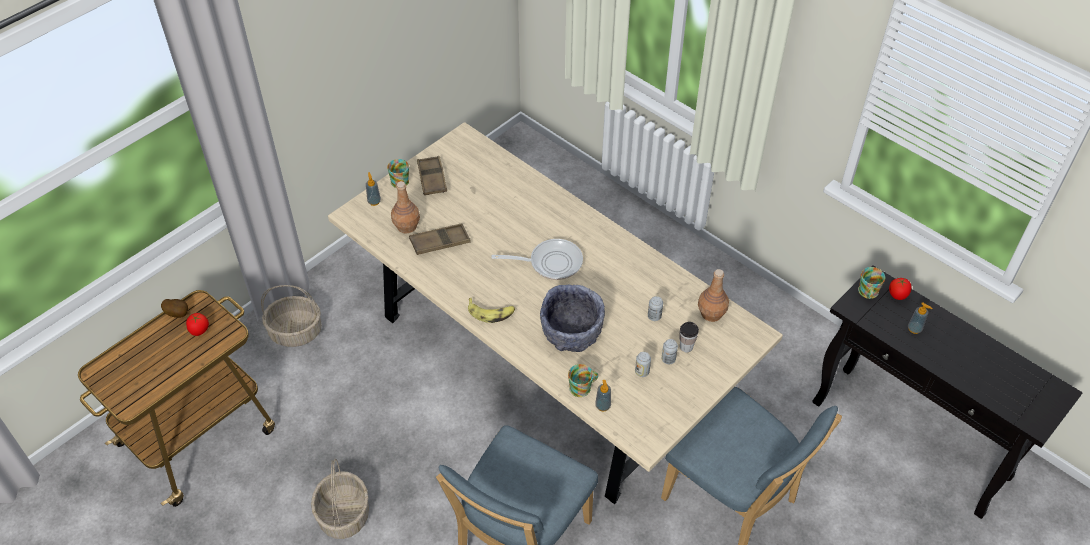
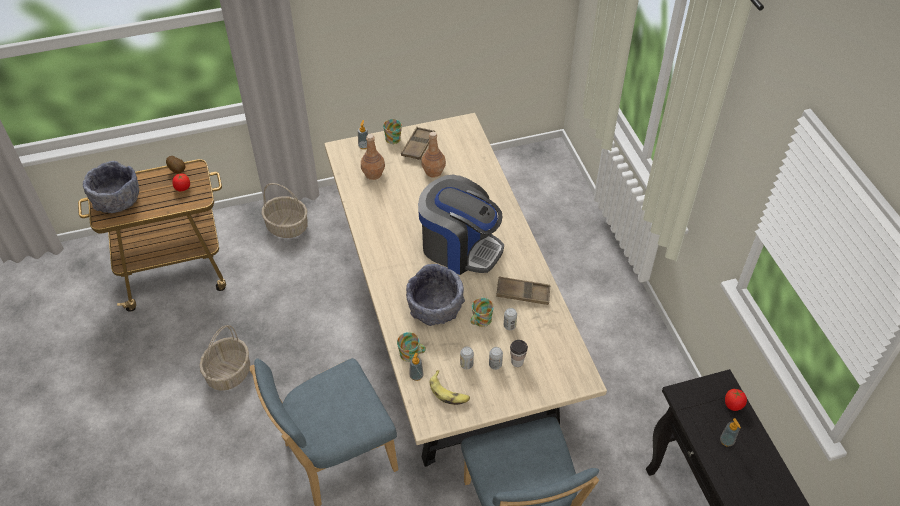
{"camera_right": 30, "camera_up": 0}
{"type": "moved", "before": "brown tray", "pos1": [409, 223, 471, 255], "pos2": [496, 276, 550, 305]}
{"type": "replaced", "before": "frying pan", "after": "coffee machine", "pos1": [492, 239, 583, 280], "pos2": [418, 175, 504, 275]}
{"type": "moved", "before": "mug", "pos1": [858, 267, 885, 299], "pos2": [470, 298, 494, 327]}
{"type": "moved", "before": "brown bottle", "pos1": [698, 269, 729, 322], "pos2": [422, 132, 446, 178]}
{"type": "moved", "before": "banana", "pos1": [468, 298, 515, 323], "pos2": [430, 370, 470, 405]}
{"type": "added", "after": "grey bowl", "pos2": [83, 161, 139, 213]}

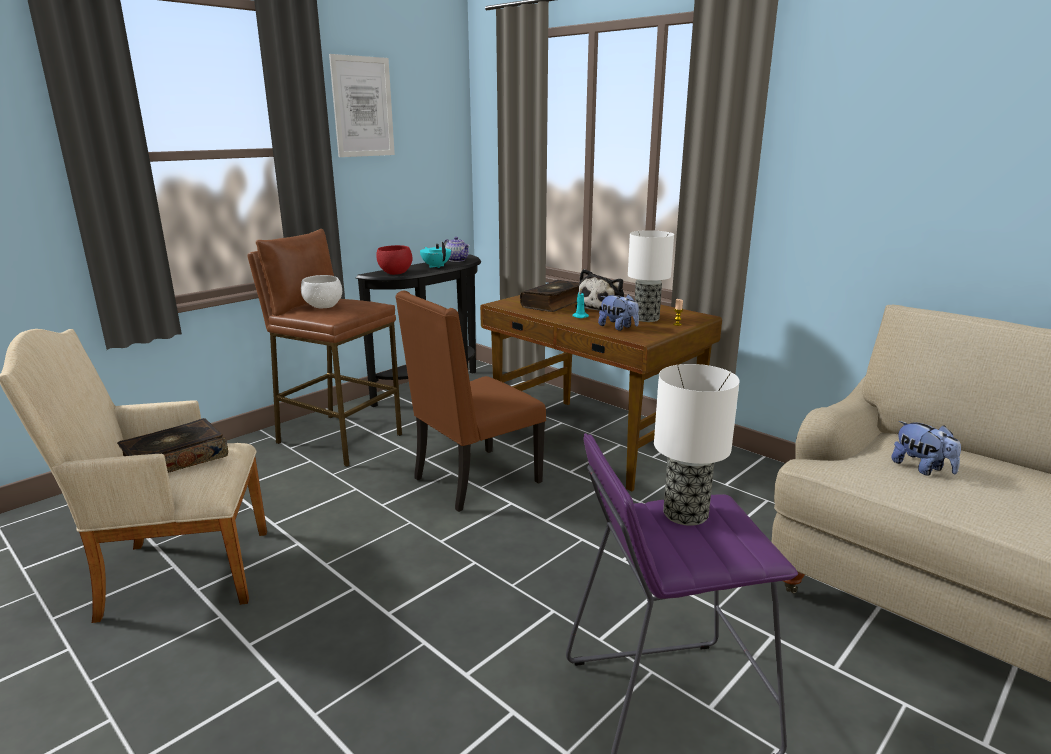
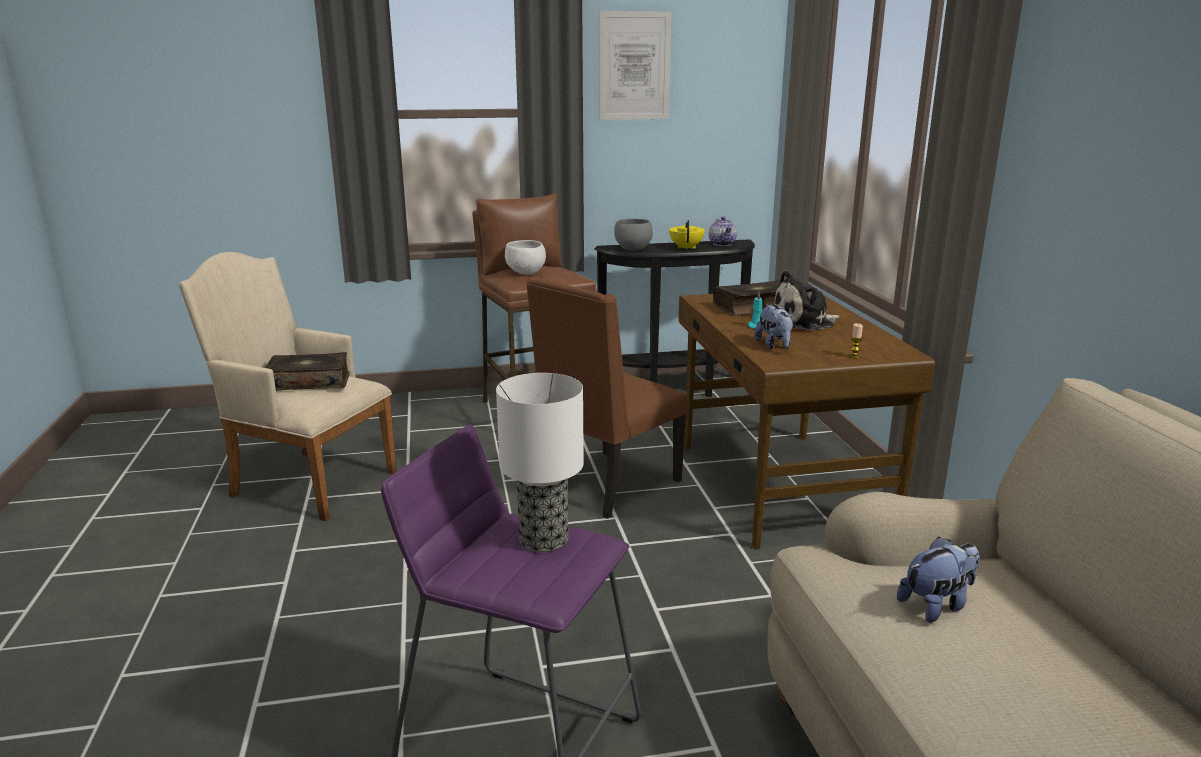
{"camera_right": 35, "camera_up": 0}
{"type": "removed", "before": "table lamp", "pos1": [628, 230, 674, 322]}
{"type": "recoloured", "before": "turquoise teapot", "after": "yellow teapot", "pos1": [420, 242, 451, 268], "pos2": [669, 220, 705, 250]}
{"type": "recoloured", "before": "red bowl", "after": "grey bowl", "pos1": [376, 245, 412, 275], "pos2": [614, 219, 653, 251]}
{"type": "turned", "before": "brown chair", "pos1": [395, 291, 546, 512], "pos2": [526, 277, 688, 519], "turn": -45}
{"type": "turned", "before": "plush toy", "pos1": [891, 421, 961, 476], "pos2": [897, 537, 980, 623], "turn": -120}

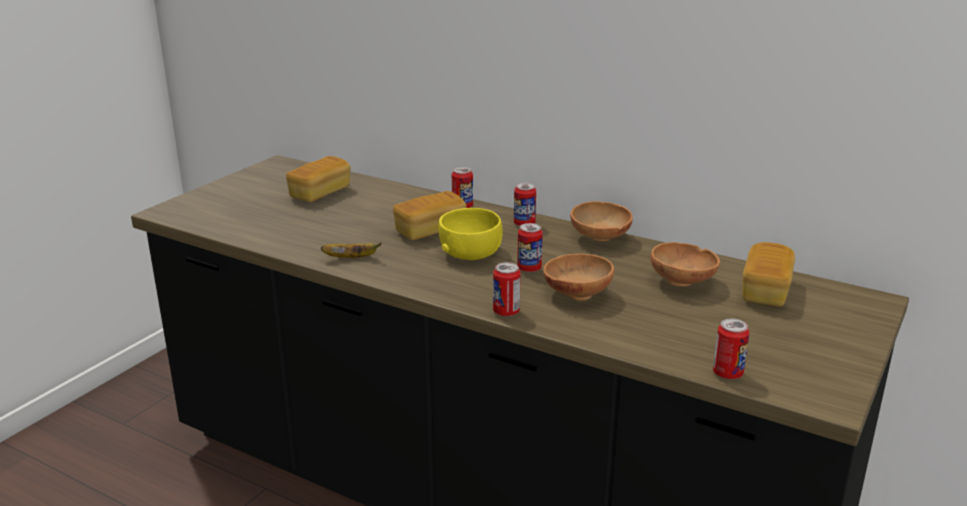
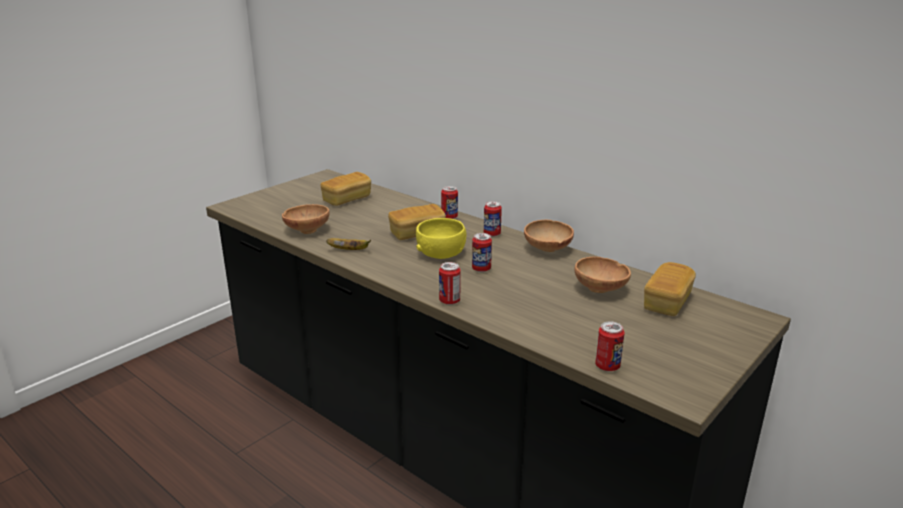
{"camera_right": 10, "camera_up": 0}
{"type": "moved", "before": "brown bowl", "pos1": [543, 254, 614, 301], "pos2": [282, 204, 330, 234]}

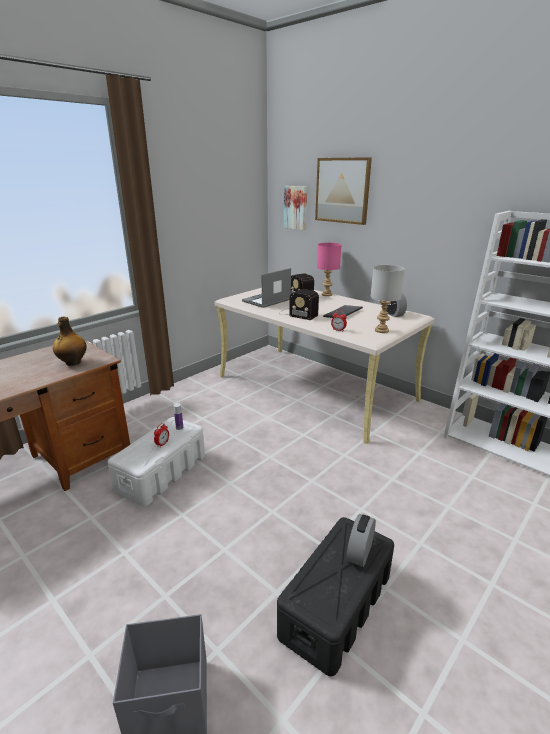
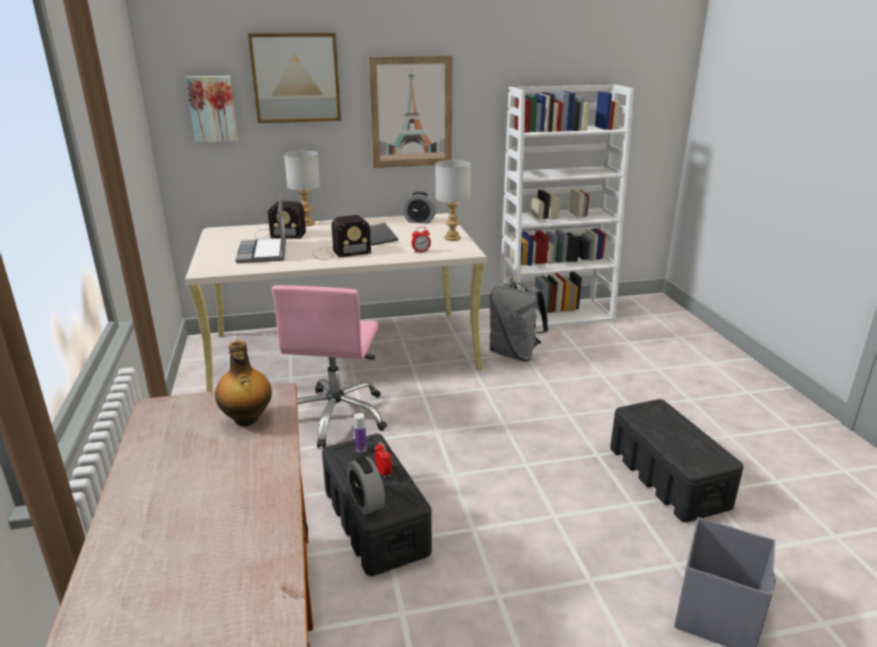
{"camera_right": -55, "camera_up": 0}
{"type": "recoloured", "before": "pink table lamp", "after": "grey table lamp", "pos1": [317, 243, 341, 296], "pos2": [284, 151, 320, 226]}
{"type": "recoloured", "before": "white storage box", "after": "black storage box", "pos1": [108, 417, 205, 506], "pos2": [322, 434, 432, 576]}
{"type": "moved", "before": "alarm clock", "pos1": [347, 514, 376, 567], "pos2": [347, 457, 385, 515]}
{"type": "added", "after": "picture", "pos2": [369, 56, 453, 168]}
{"type": "added", "after": "grey backpack", "pos2": [490, 282, 549, 361]}
{"type": "added", "after": "pink office chair", "pos2": [272, 285, 387, 448]}

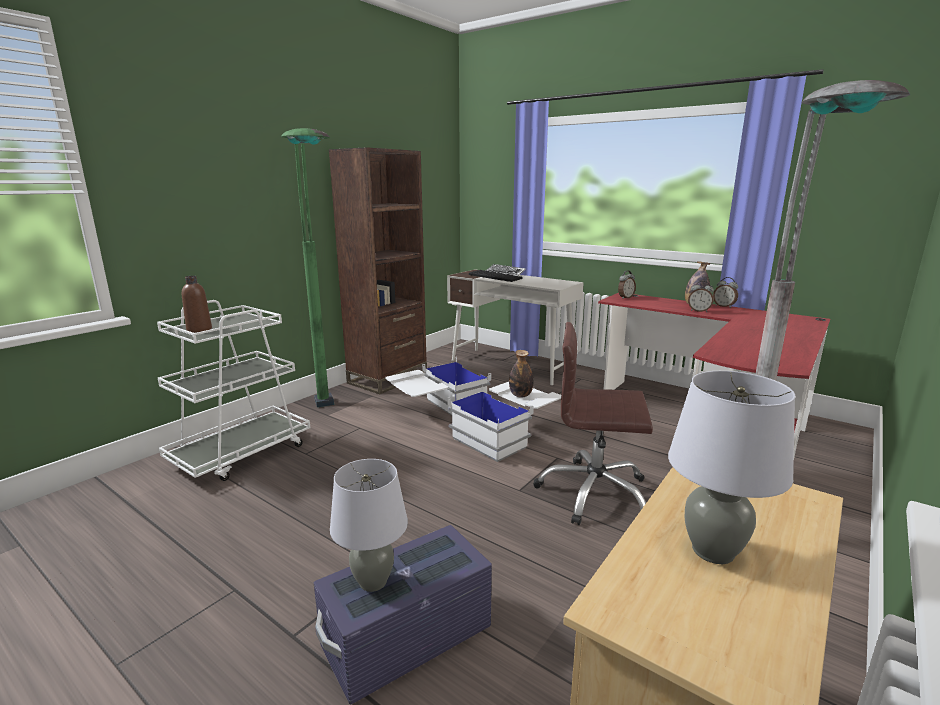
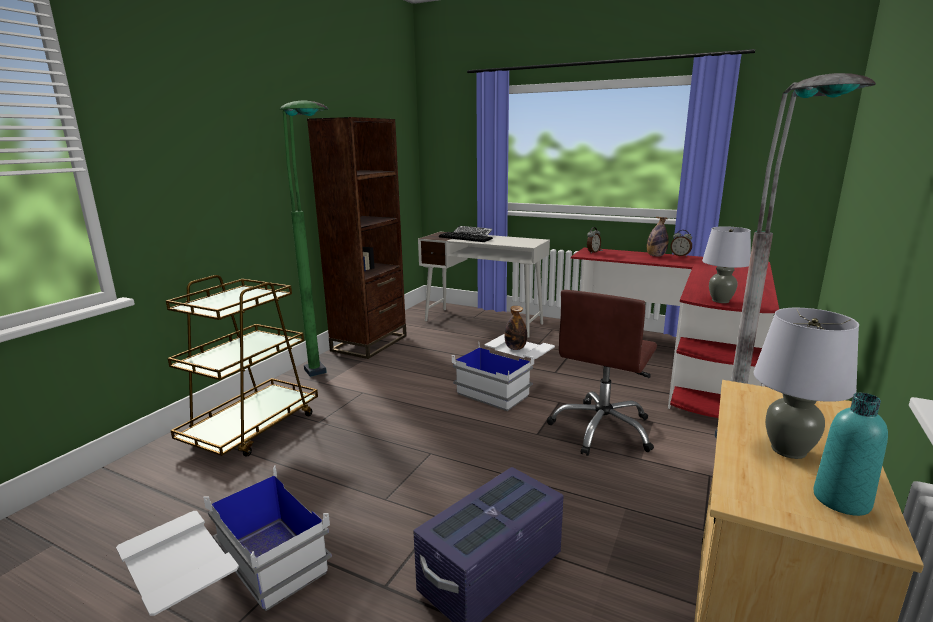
{"camera_right": -10, "camera_up": 0}
{"type": "removed", "before": "brown bottle", "pos1": [182, 276, 212, 333]}
{"type": "removed", "before": "alarm clock", "pos1": [688, 281, 714, 312]}
{"type": "recoloured", "before": "white cart", "after": "brown cart", "pos1": [157, 300, 310, 481], "pos2": [166, 275, 318, 457]}
{"type": "turned", "before": "brown office chair", "pos1": [533, 322, 653, 525], "pos2": [547, 290, 657, 456], "turn": -60}
{"type": "moved", "before": "white storage box", "pos1": [385, 357, 491, 415], "pos2": [116, 465, 332, 616]}
{"type": "moved", "before": "grey table lamp", "pos1": [330, 459, 408, 592], "pos2": [702, 226, 751, 303]}
{"type": "added", "after": "turquoise bottle", "pos2": [813, 393, 888, 516]}

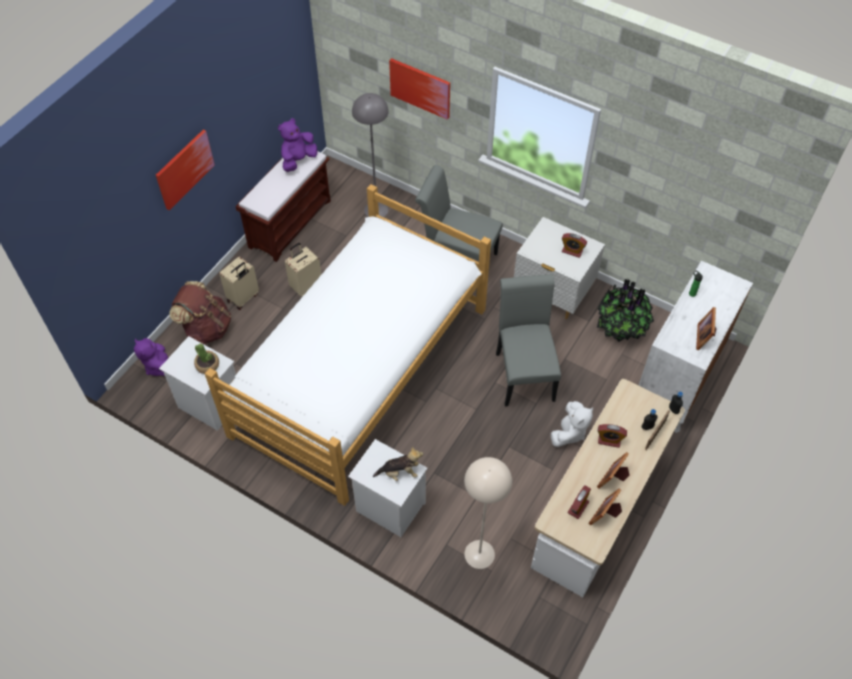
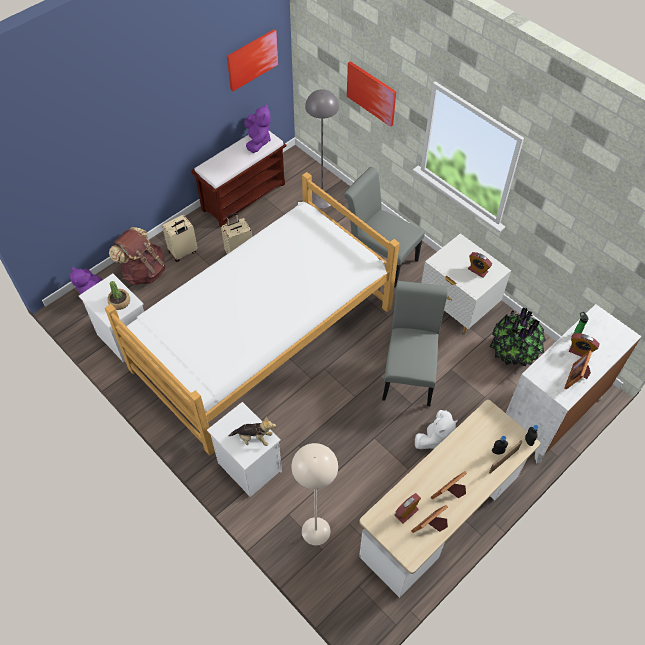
{"camera_right": 15, "camera_up": 0}
{"type": "turned", "before": "purple plush toy", "pos1": [278, 118, 318, 172], "pos2": [244, 104, 271, 153], "turn": 120}
{"type": "moved", "before": "picture", "pos1": [156, 130, 215, 210], "pos2": [227, 29, 278, 92]}
{"type": "moved", "before": "alarm clock", "pos1": [598, 424, 627, 448], "pos2": [569, 333, 599, 357]}

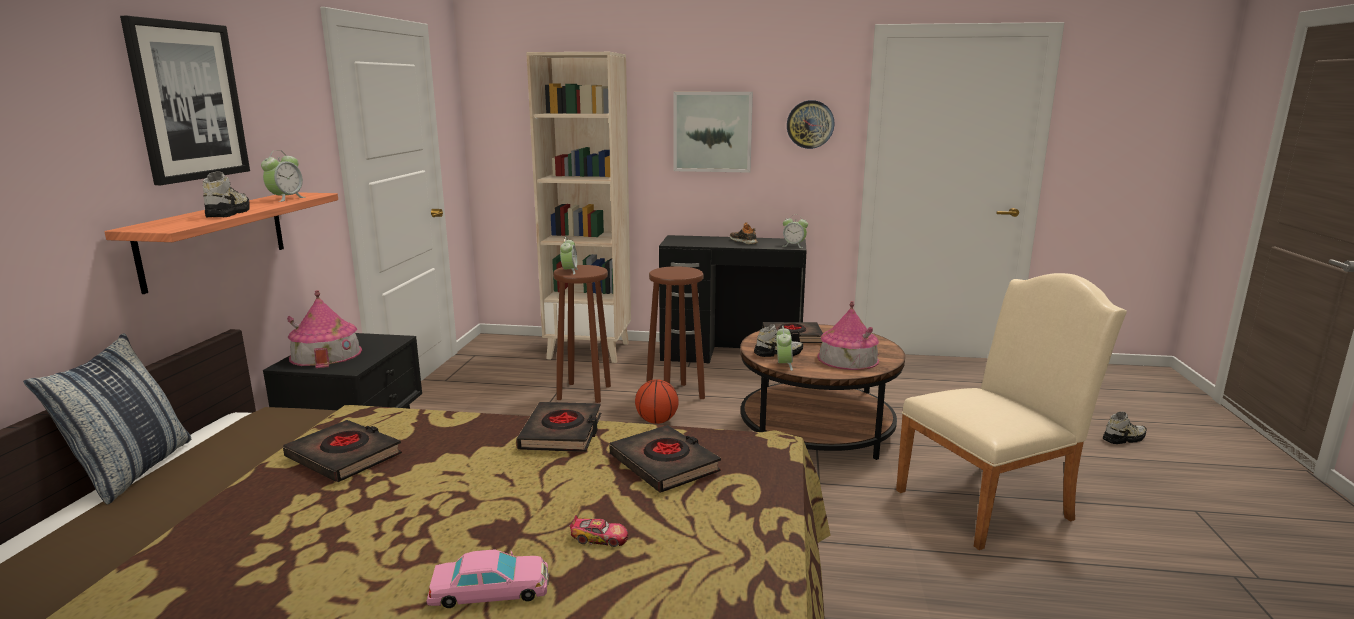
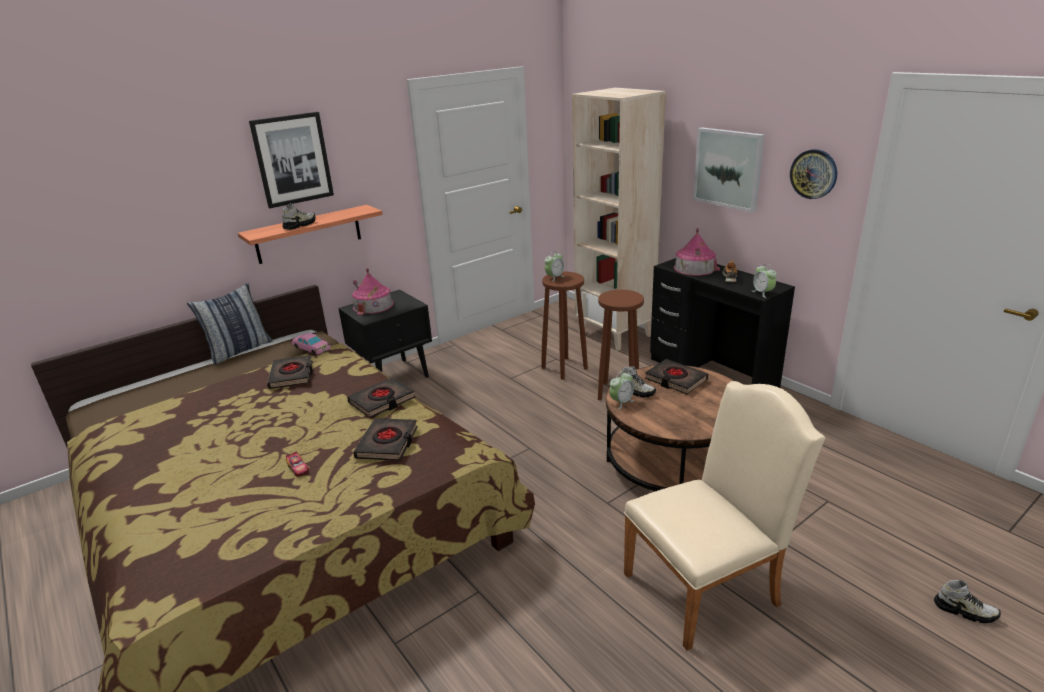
{"camera_right": 45, "camera_up": 10}
{"type": "removed", "before": "alarm clock", "pos1": [261, 150, 306, 202]}
{"type": "turned", "before": "beige chair", "pos1": [896, 273, 1127, 550], "pos2": [624, 381, 825, 651], "turn": -45}
{"type": "moved", "before": "toy house", "pos1": [817, 301, 879, 370], "pos2": [674, 228, 720, 276]}
{"type": "removed", "before": "basketball", "pos1": [635, 379, 679, 424]}
{"type": "moved", "before": "pink toy car", "pos1": [426, 549, 549, 608], "pos2": [292, 333, 331, 355]}

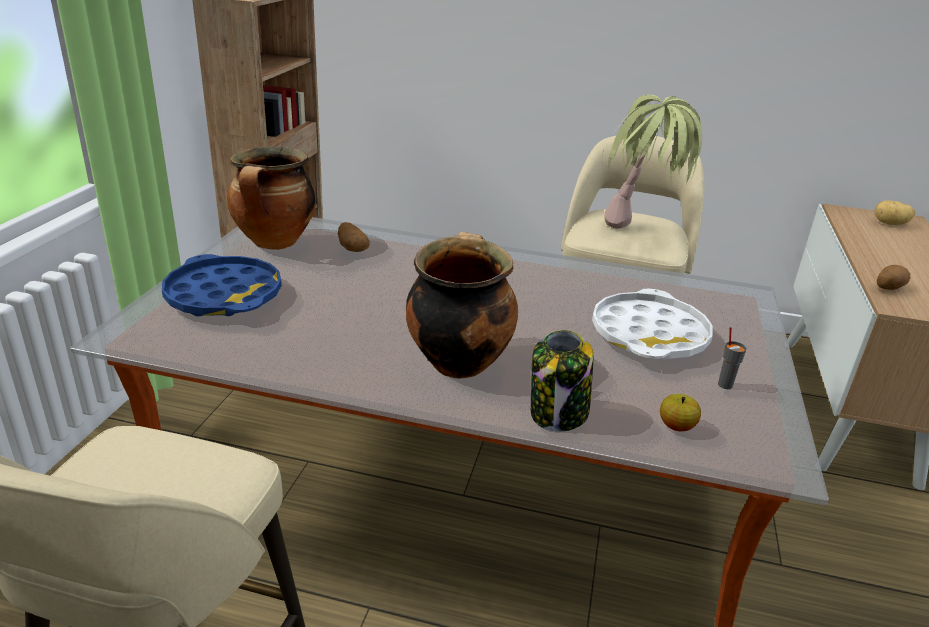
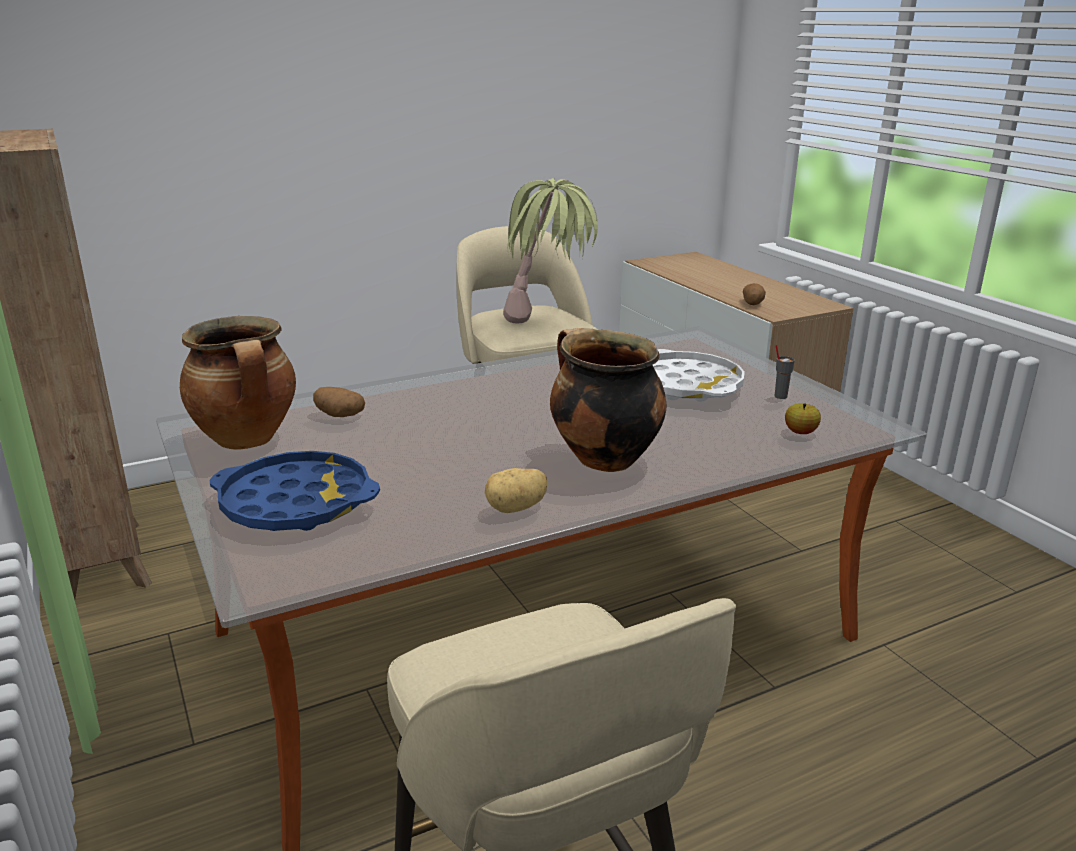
{"camera_right": -40, "camera_up": -5}
{"type": "moved", "before": "potato", "pos1": [875, 200, 915, 225], "pos2": [485, 468, 547, 513]}
{"type": "removed", "before": "jar", "pos1": [531, 330, 593, 432]}

